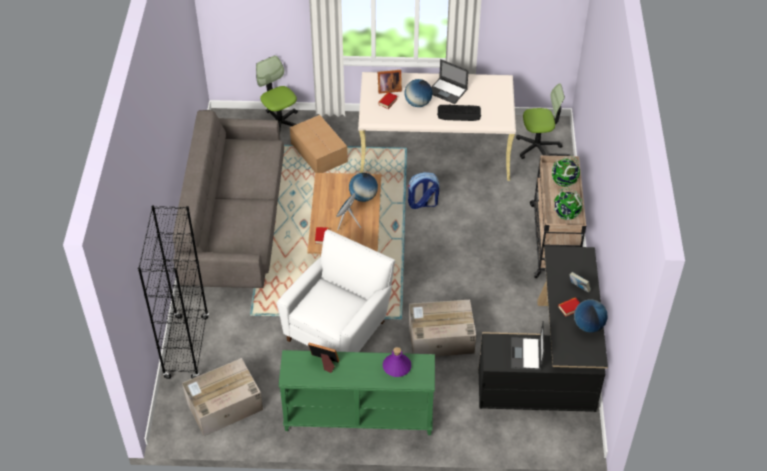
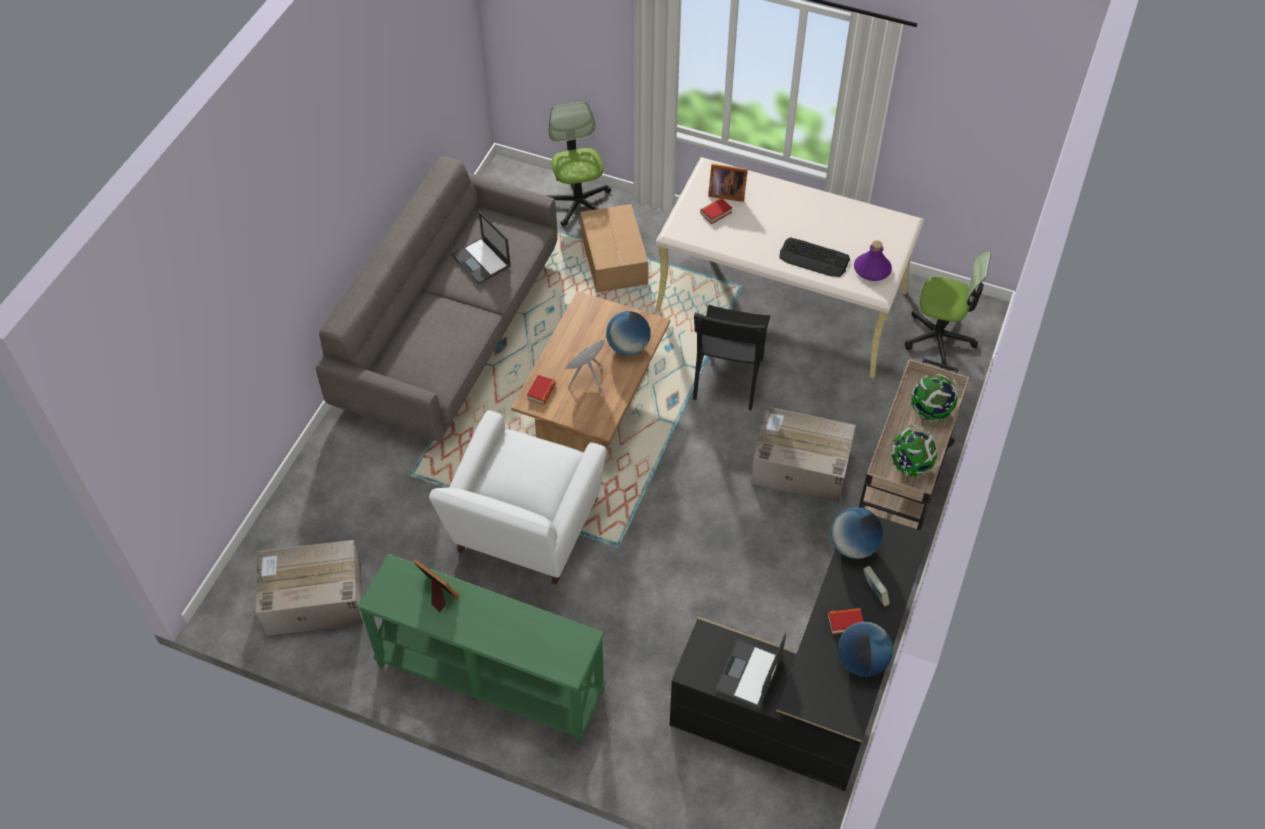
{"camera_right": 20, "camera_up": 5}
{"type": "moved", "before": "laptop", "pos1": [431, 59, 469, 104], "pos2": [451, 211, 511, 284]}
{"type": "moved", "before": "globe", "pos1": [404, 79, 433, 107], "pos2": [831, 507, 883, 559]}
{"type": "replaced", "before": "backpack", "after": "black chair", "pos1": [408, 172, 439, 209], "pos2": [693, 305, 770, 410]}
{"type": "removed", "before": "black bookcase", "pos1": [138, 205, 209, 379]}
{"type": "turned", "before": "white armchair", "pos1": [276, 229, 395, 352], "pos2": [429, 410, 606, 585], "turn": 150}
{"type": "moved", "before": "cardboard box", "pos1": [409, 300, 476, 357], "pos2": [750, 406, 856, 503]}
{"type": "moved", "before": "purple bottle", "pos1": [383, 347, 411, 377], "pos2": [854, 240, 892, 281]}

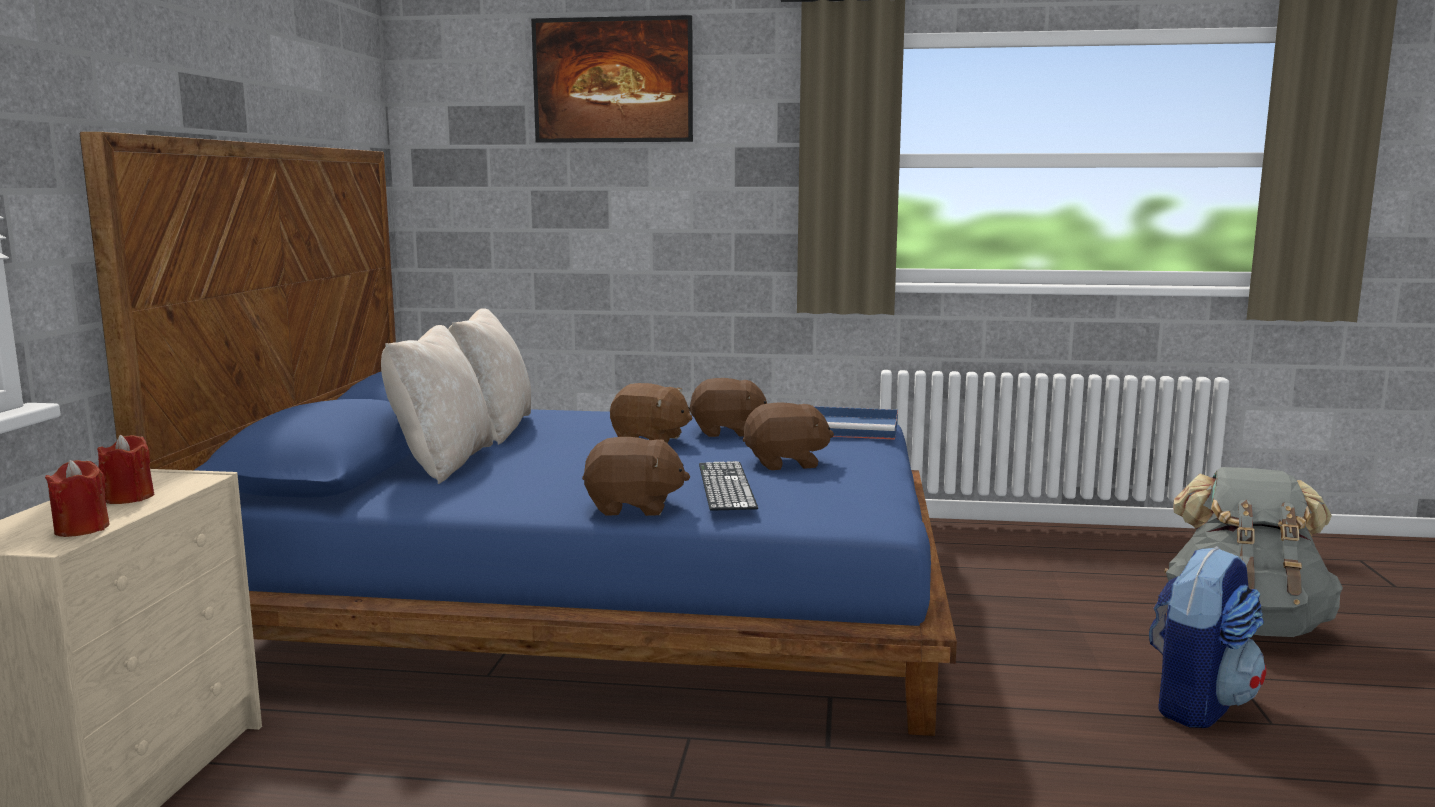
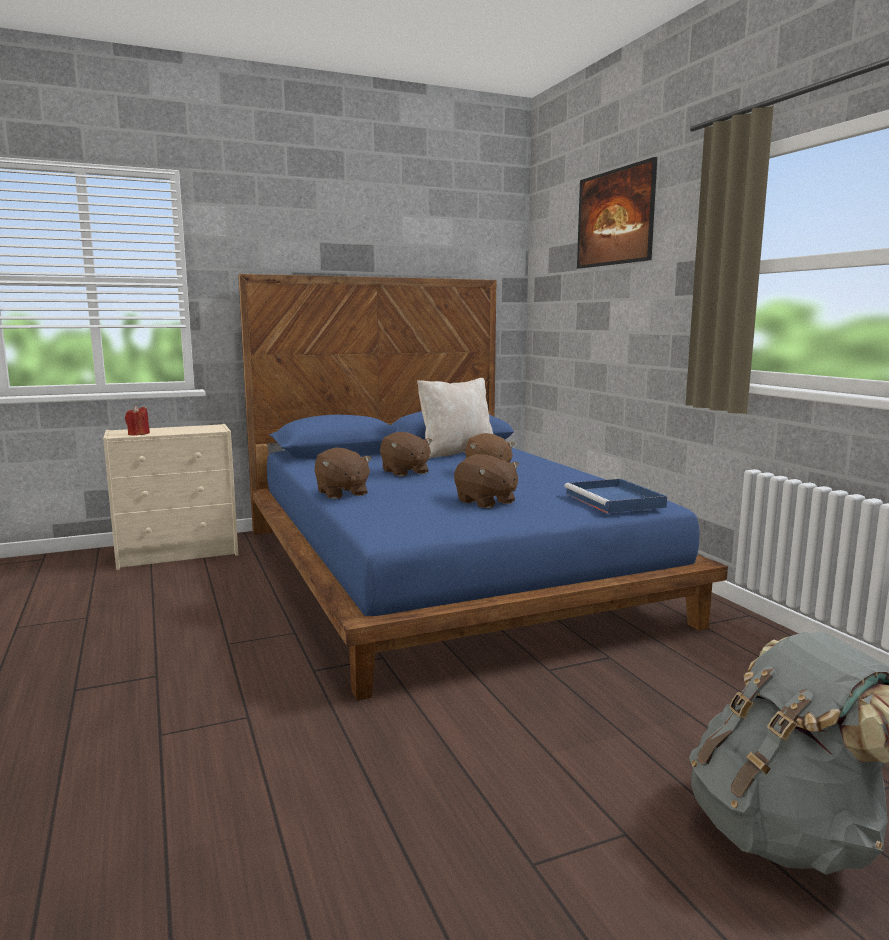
{"camera_right": 60, "camera_up": 0}
{"type": "removed", "before": "beige pillow", "pos1": [381, 325, 493, 484]}
{"type": "moved", "before": "brown plush toy", "pos1": [689, 378, 767, 437], "pos2": [380, 432, 432, 477]}
{"type": "removed", "before": "red candle", "pos1": [97, 435, 154, 504]}
{"type": "removed", "before": "keyboard", "pos1": [699, 461, 758, 511]}
{"type": "removed", "before": "backpack", "pos1": [1149, 546, 1266, 728]}

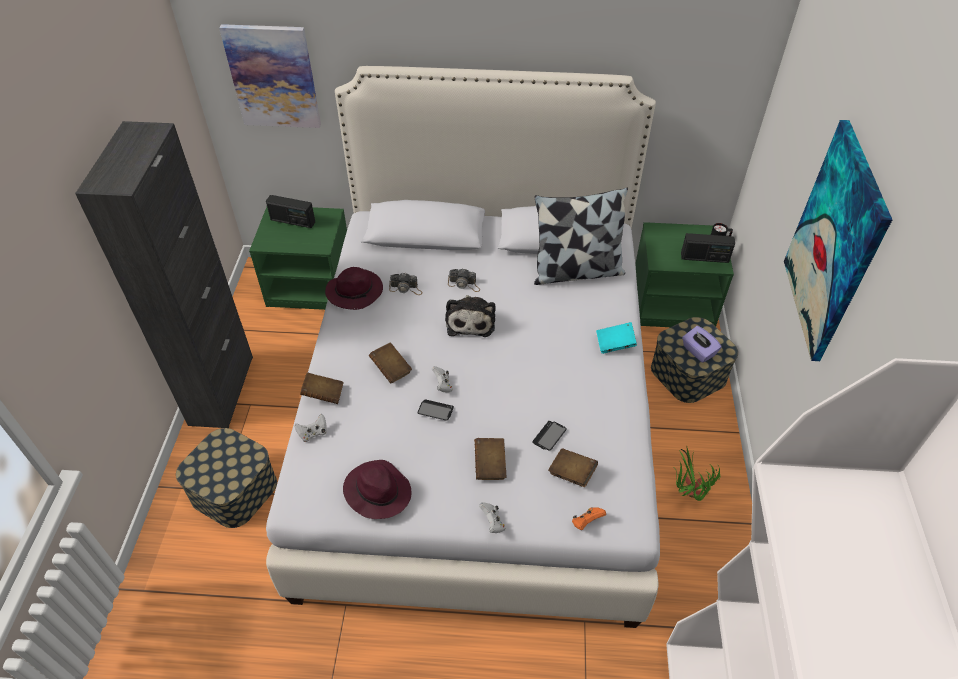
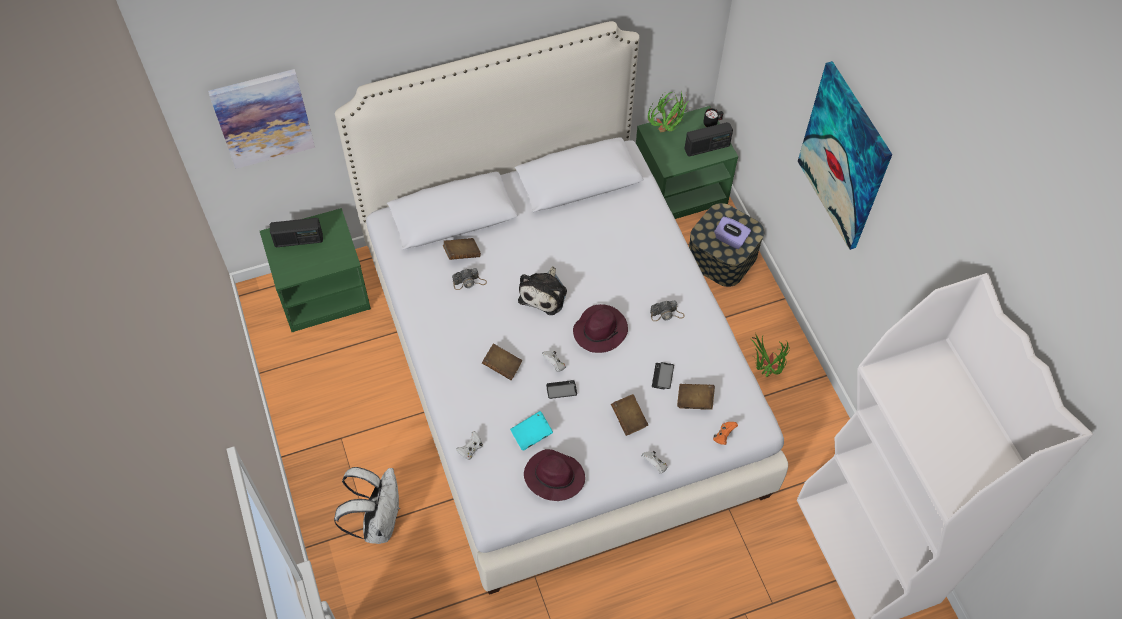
{"camera_right": -25, "camera_up": 10}
{"type": "removed", "before": "black cabinet", "pos1": [75, 121, 253, 428]}
{"type": "removed", "before": "pillow", "pos1": [534, 188, 628, 285]}
{"type": "moved", "before": "purple hat", "pos1": [325, 267, 383, 310], "pos2": [573, 304, 628, 353]}
{"type": "moved", "before": "photo camera", "pos1": [448, 268, 480, 292], "pos2": [650, 300, 685, 321]}
{"type": "turned", "before": "plush toy", "pos1": [445, 295, 496, 337], "pos2": [518, 266, 567, 315], "turn": 45}
{"type": "moved", "before": "turquoise book", "pos1": [596, 322, 637, 354], "pos2": [510, 411, 553, 450]}
{"type": "moved", "before": "brown book", "pos1": [300, 372, 344, 404], "pos2": [443, 238, 481, 260]}
{"type": "replaced", "before": "storage box", "after": "white backpack", "pos1": [176, 428, 277, 528], "pos2": [334, 467, 399, 544]}
{"type": "added", "after": "potted plant", "pos2": [648, 90, 690, 132]}

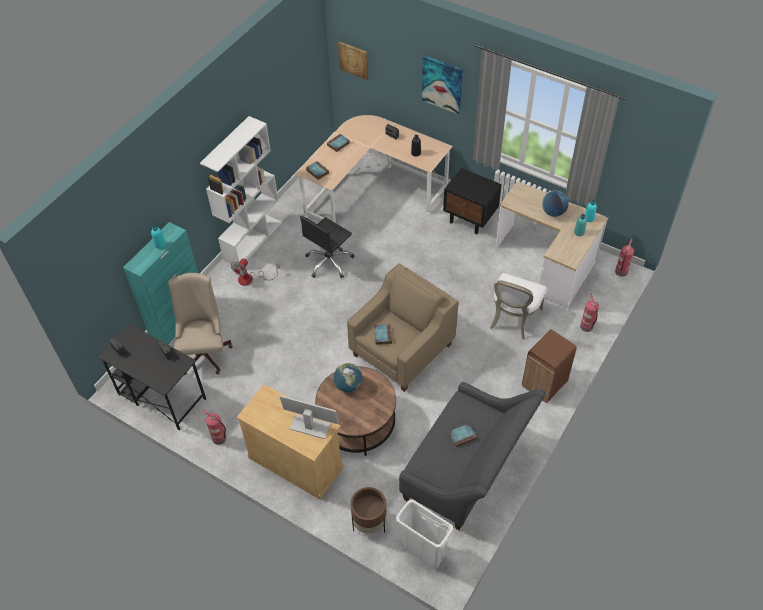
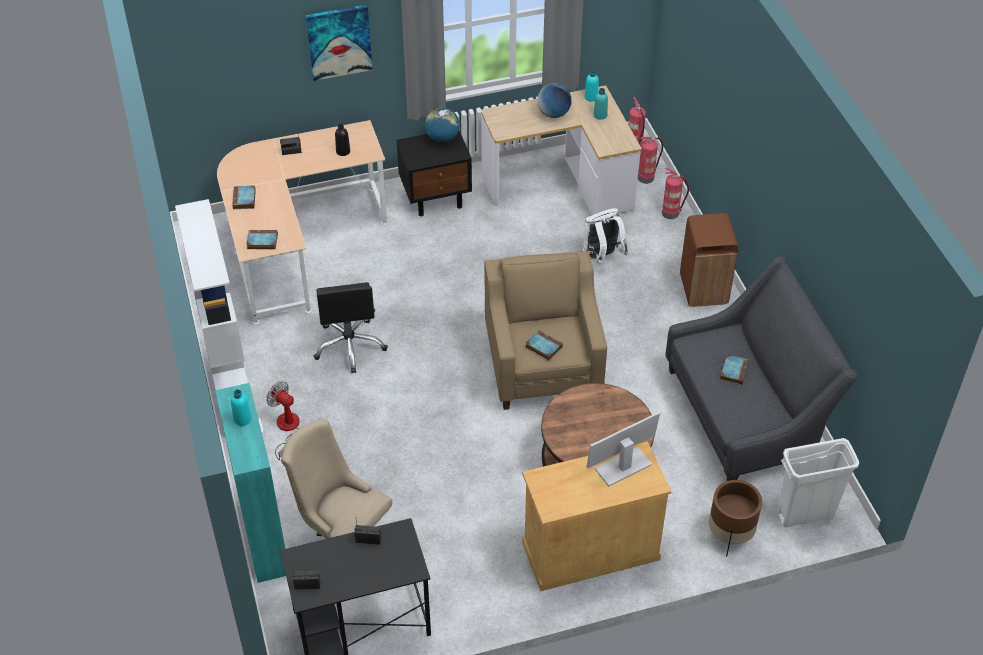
{"camera_right": -50, "camera_up": -5}
{"type": "removed", "before": "picture", "pos1": [338, 41, 368, 80]}
{"type": "turned", "before": "fan", "pos1": [231, 258, 280, 286], "pos2": [266, 381, 300, 460], "turn": 150}
{"type": "replaced", "before": "white chair", "after": "white backpack", "pos1": [490, 273, 547, 340], "pos2": [583, 208, 628, 264]}
{"type": "moved", "before": "globe", "pos1": [334, 363, 363, 392], "pos2": [425, 108, 460, 142]}
{"type": "moved", "before": "fire extinguisher", "pos1": [203, 410, 226, 445], "pos2": [638, 137, 663, 184]}

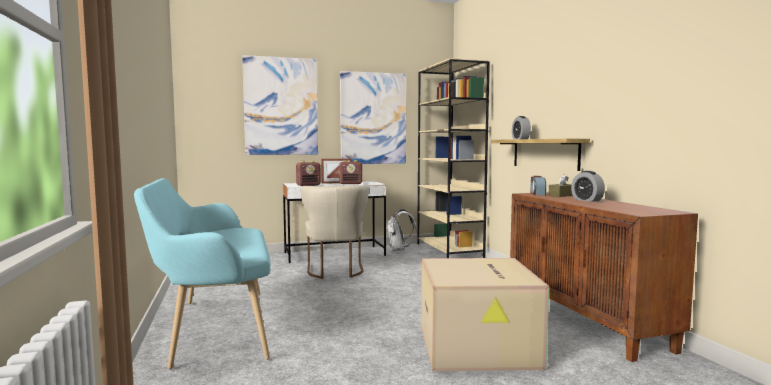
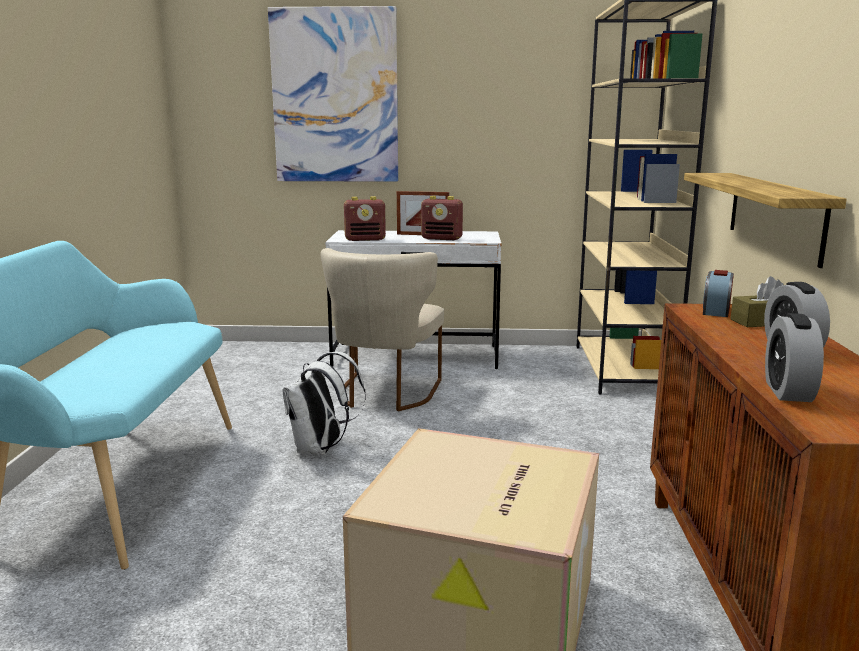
{"camera_right": 20, "camera_up": 10}
{"type": "removed", "before": "picture", "pos1": [340, 71, 406, 164]}
{"type": "moved", "before": "alarm clock", "pos1": [512, 116, 531, 139], "pos2": [765, 313, 824, 402]}
{"type": "moved", "before": "white backpack", "pos1": [387, 209, 417, 251], "pos2": [282, 351, 366, 455]}

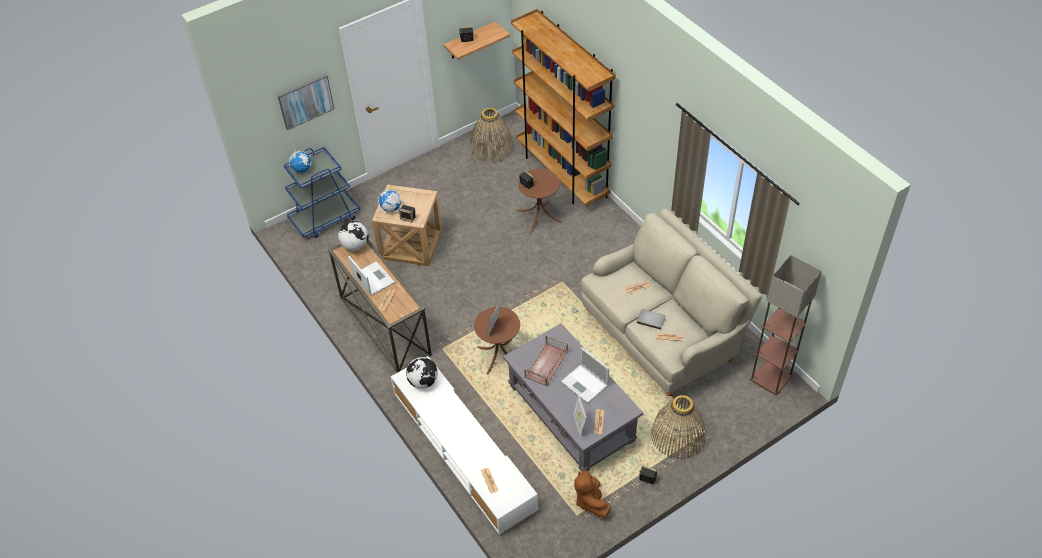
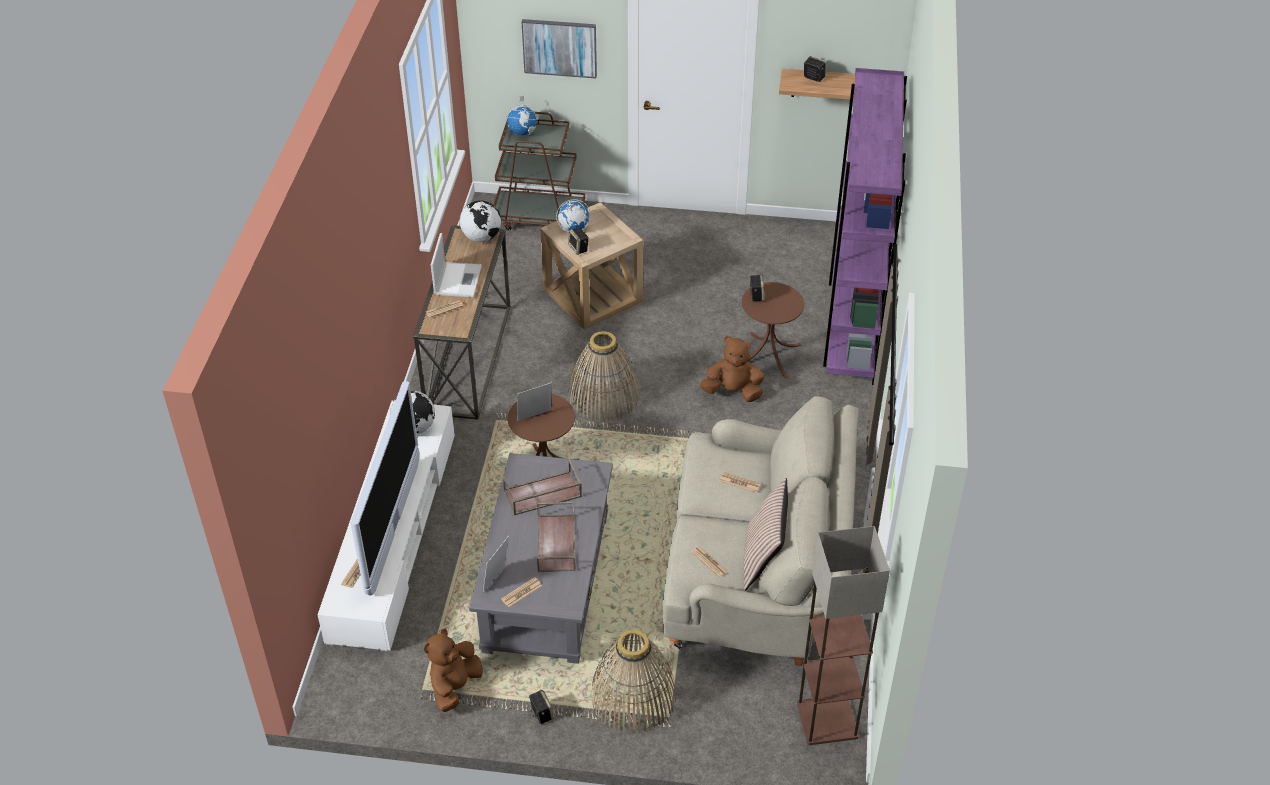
{"camera_right": 40, "camera_up": -5}
{"type": "recoloured", "before": "brown bookcase", "after": "purple bookcase", "pos1": [511, 9, 616, 206], "pos2": [823, 68, 907, 385]}
{"type": "moved", "before": "basket", "pos1": [470, 108, 514, 163], "pos2": [568, 331, 640, 421]}
{"type": "recoloured", "before": "blue cart", "after": "brown cart", "pos1": [284, 147, 360, 238], "pos2": [493, 112, 585, 230]}
{"type": "removed", "before": "grey book", "pos1": [637, 309, 665, 330]}
{"type": "replaced", "before": "laptop", "after": "brown tray", "pos1": [561, 347, 609, 403], "pos2": [537, 501, 576, 572]}
{"type": "added", "after": "brown plush toy", "pos2": [700, 336, 764, 402]}
{"type": "added", "after": "television", "pos2": [351, 381, 419, 595]}
{"type": "added", "after": "pillow", "pos2": [743, 478, 788, 591]}

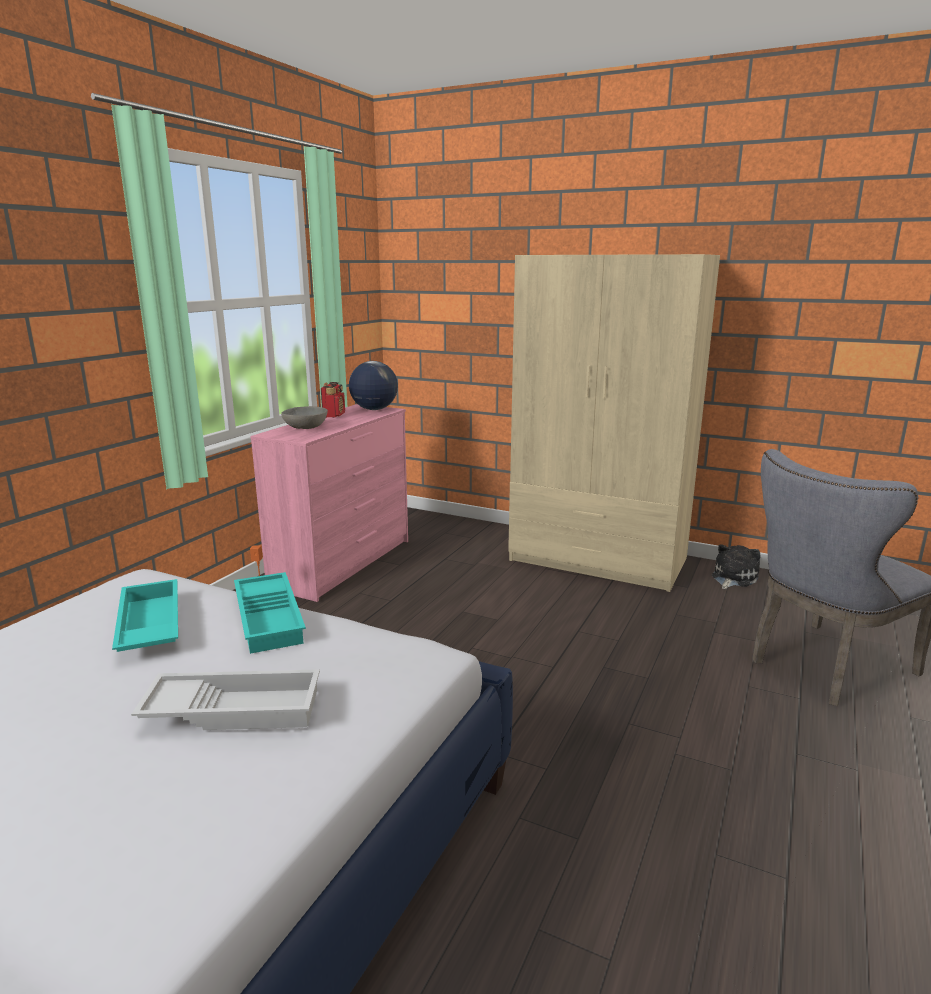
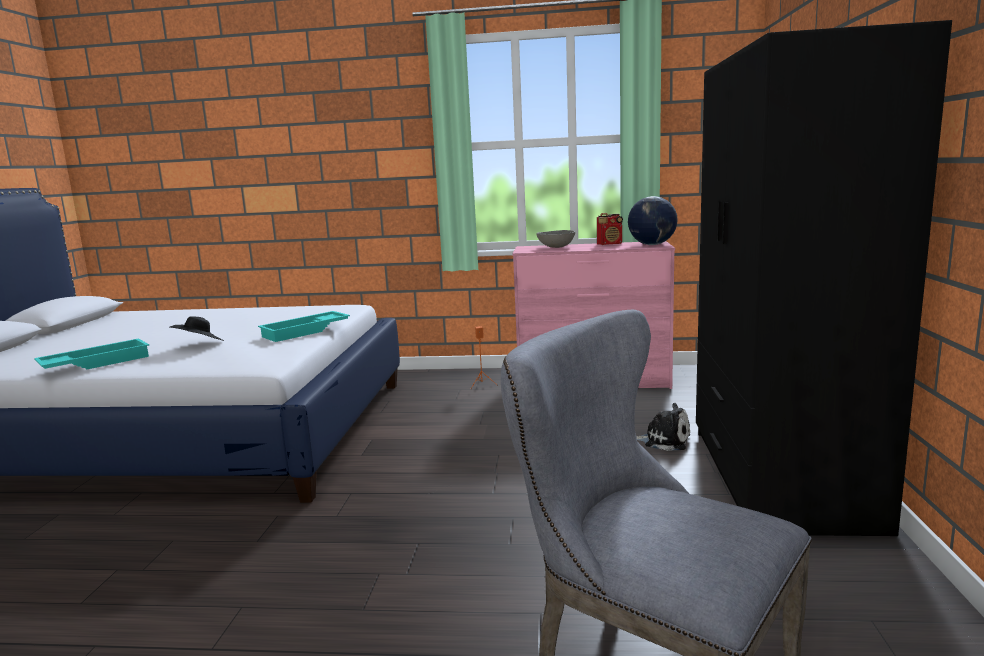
{"camera_right": 70, "camera_up": -5}
{"type": "recoloured", "before": "beige wardrobe", "after": "black wardrobe", "pos1": [508, 254, 720, 592], "pos2": [696, 20, 952, 536]}
{"type": "moved", "before": "plush toy", "pos1": [711, 544, 760, 589], "pos2": [636, 403, 690, 451]}
{"type": "moved", "before": "turquoise tray", "pos1": [112, 579, 178, 652], "pos2": [34, 339, 149, 369]}
{"type": "replaced", "before": "white tray", "after": "black hat", "pos1": [131, 669, 320, 730], "pos2": [170, 316, 224, 341]}

